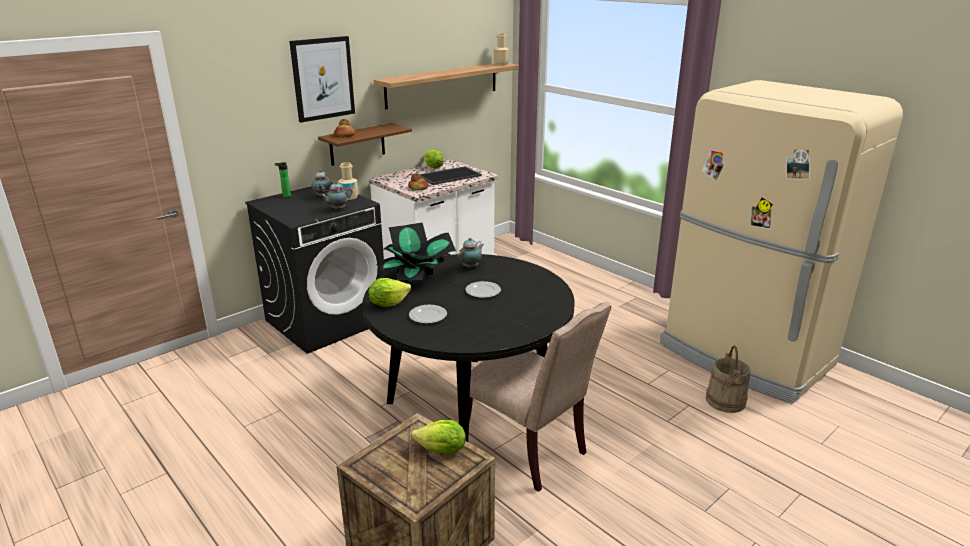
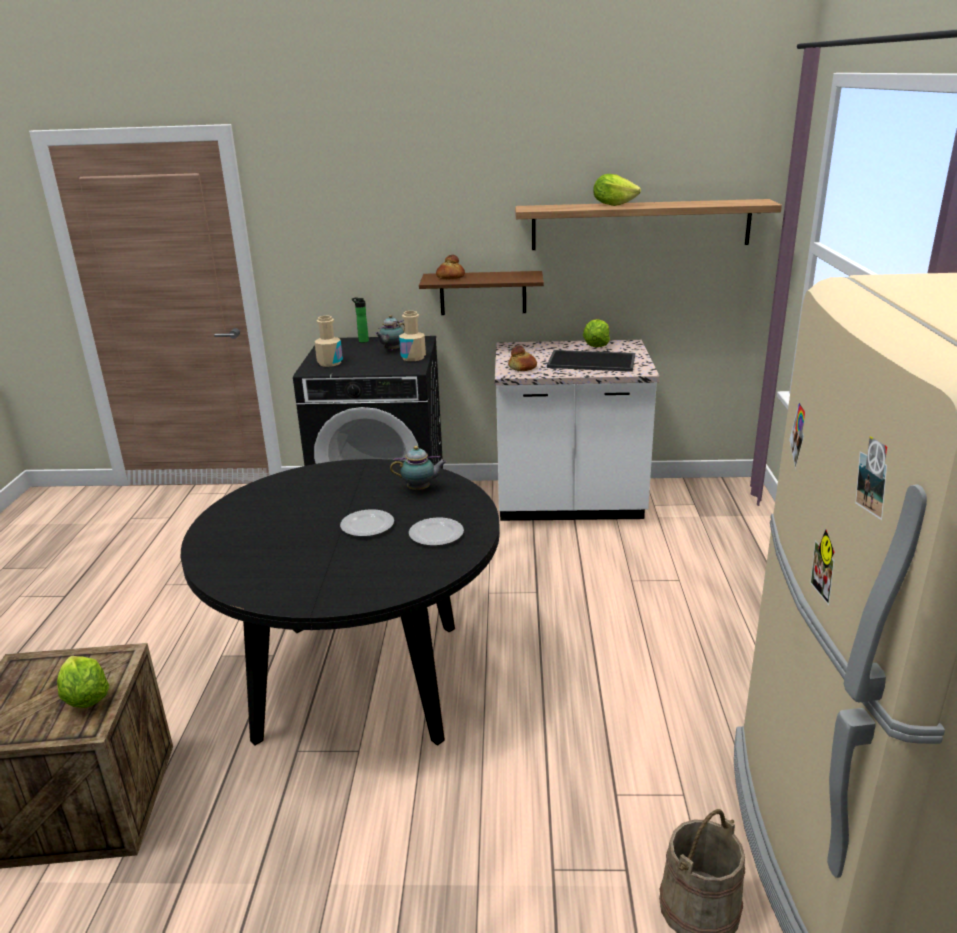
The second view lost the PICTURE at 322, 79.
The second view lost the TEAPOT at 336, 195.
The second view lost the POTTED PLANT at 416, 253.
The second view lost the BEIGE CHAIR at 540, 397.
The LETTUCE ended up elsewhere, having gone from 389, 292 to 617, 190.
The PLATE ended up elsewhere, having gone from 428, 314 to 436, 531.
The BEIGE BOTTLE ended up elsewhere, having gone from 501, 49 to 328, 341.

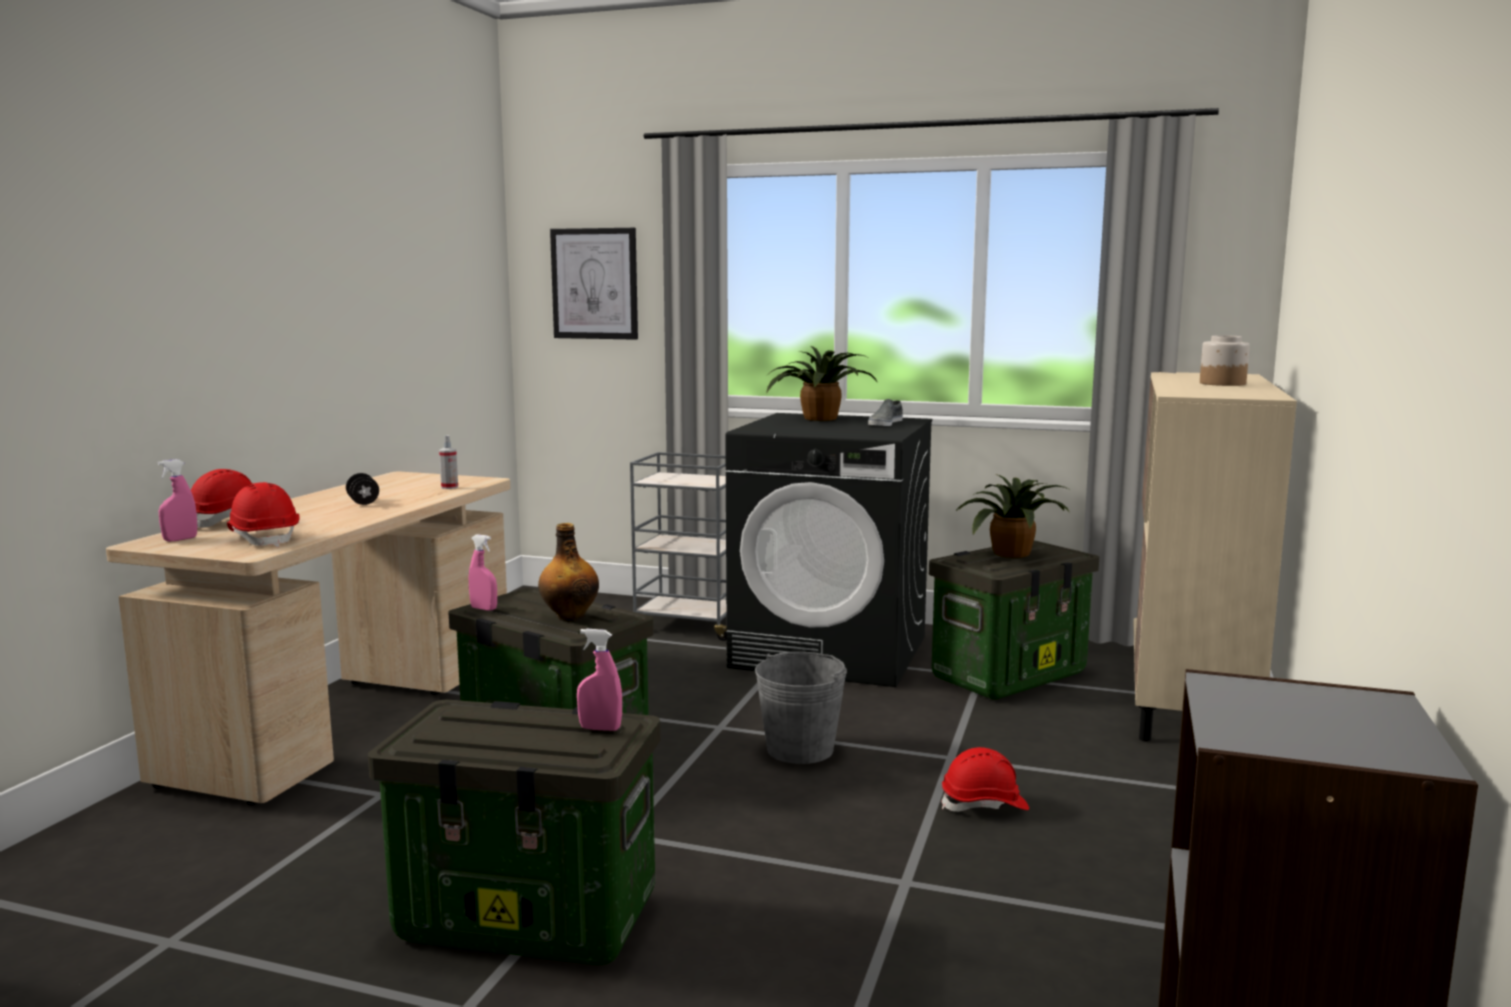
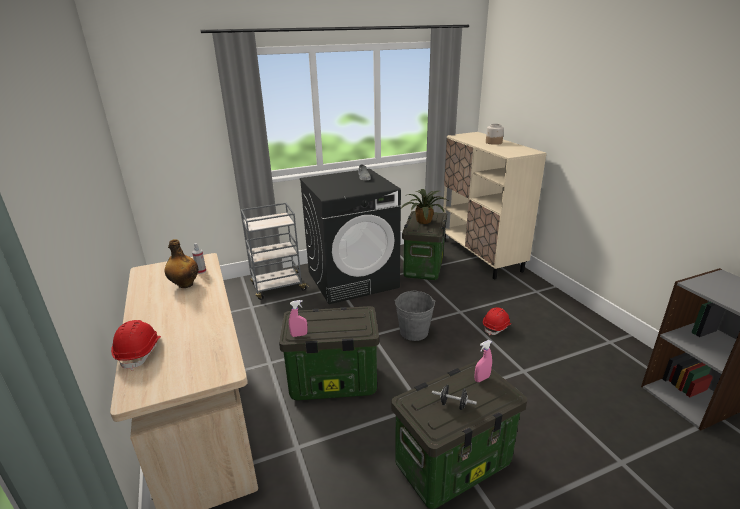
The second view lost the PINK SPRAY BOTTLE at 177, 500.
The second view lost the RED HARD HAT at 263, 514.
The second view lost the PICTURE at 594, 284.
The second view lost the POTTED PLANT at 822, 383.
The BLACK DUMBBELL ended up elsewhere, having gone from 362, 489 to 454, 397.
The BOTTLE ended up elsewhere, having gone from 568, 572 to 181, 263.

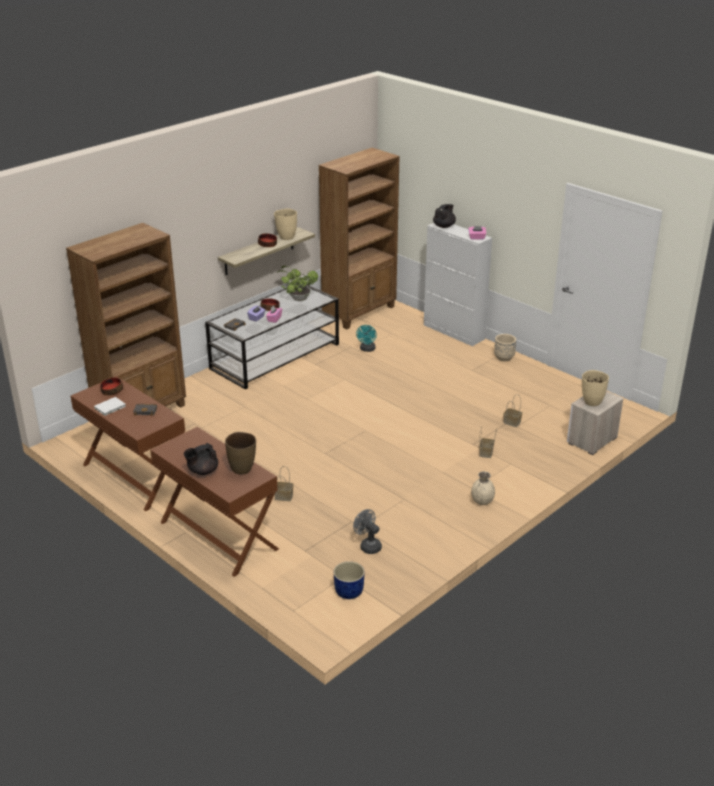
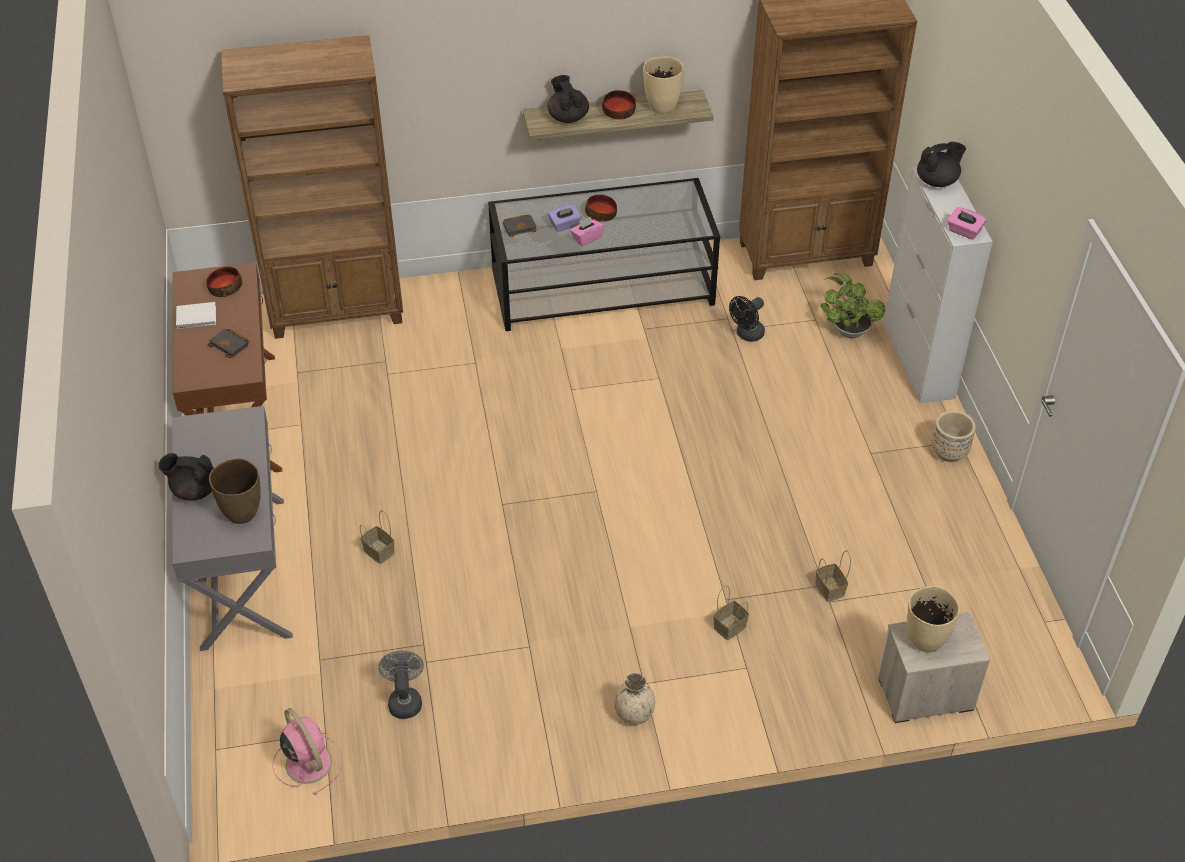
The second view gained the BLACK TEAPOT at 568, 99.
The POTTED PLANT ended up elsewhere, having gone from 297, 283 to 853, 305.
Where the BLUE PLANTER stood at 349, 580, the PINK FAN came to stand at 307, 751.
What was the BROWN CONSOLE TABLE at 214, 502 turned into the GREY CONSOLE TABLE at 232, 528.
What was the TURQUOISE FAN at 366, 338 turned into the BLACK FAN at 747, 319.

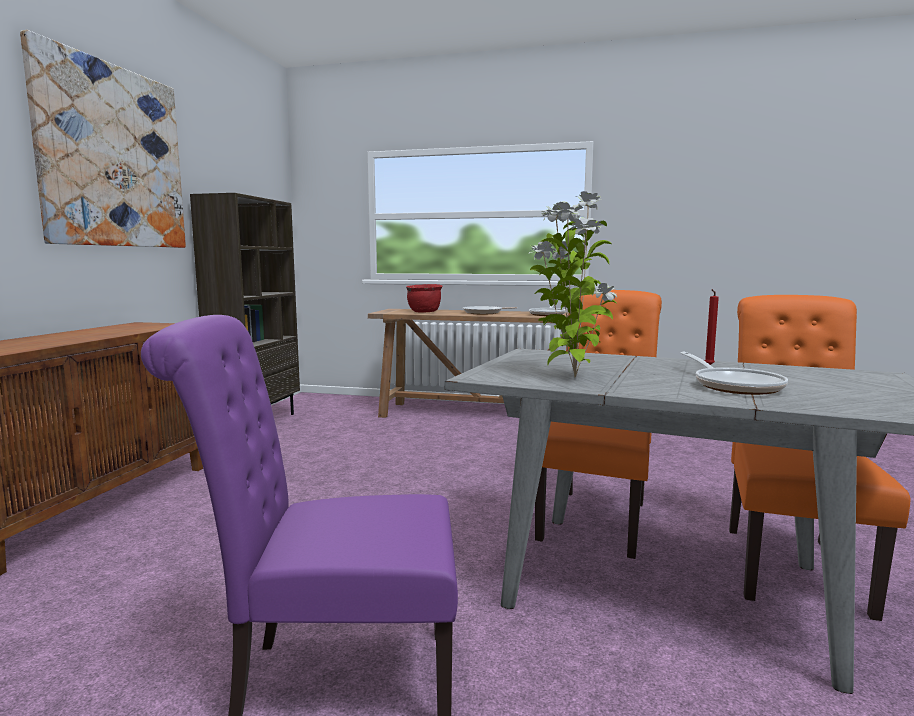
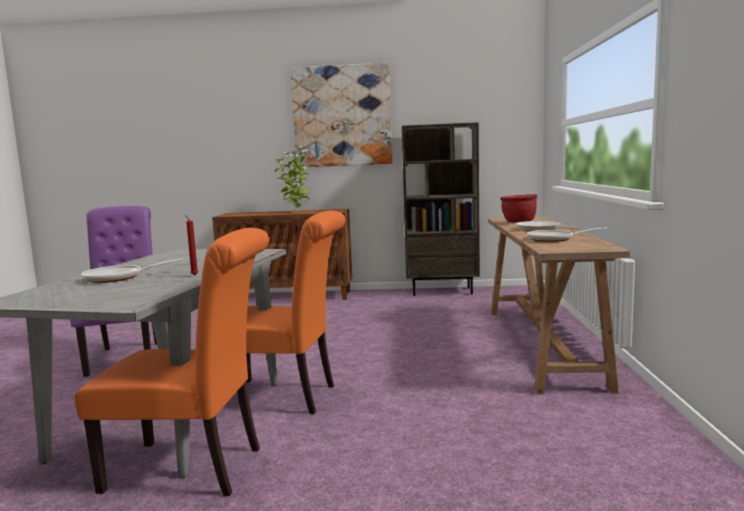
The POTTED PLANT ended up elsewhere, having gone from 572, 284 to 292, 179.

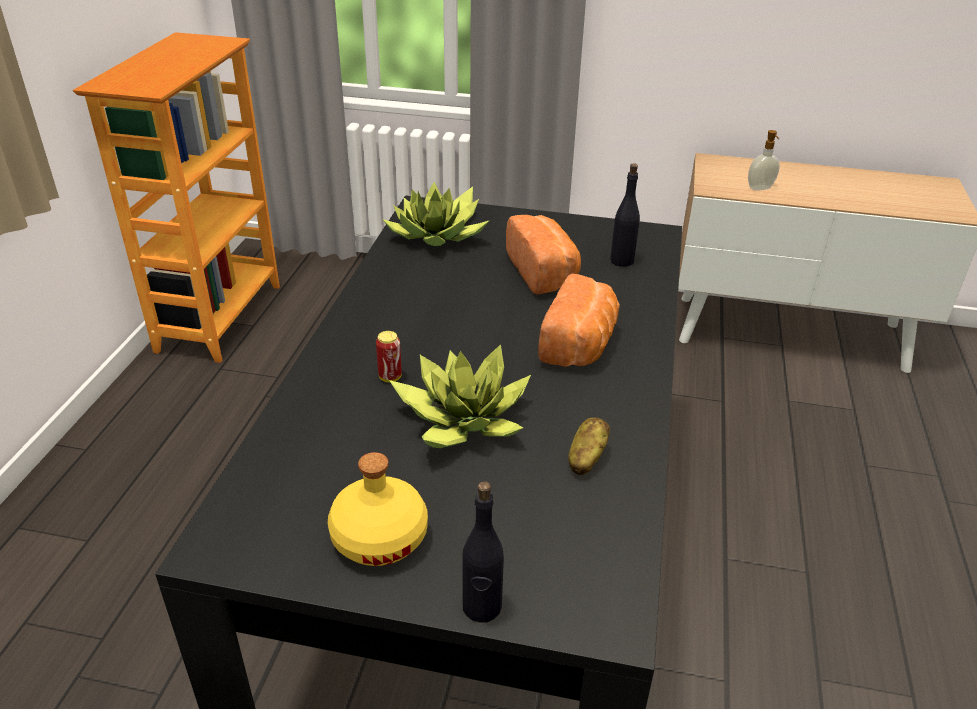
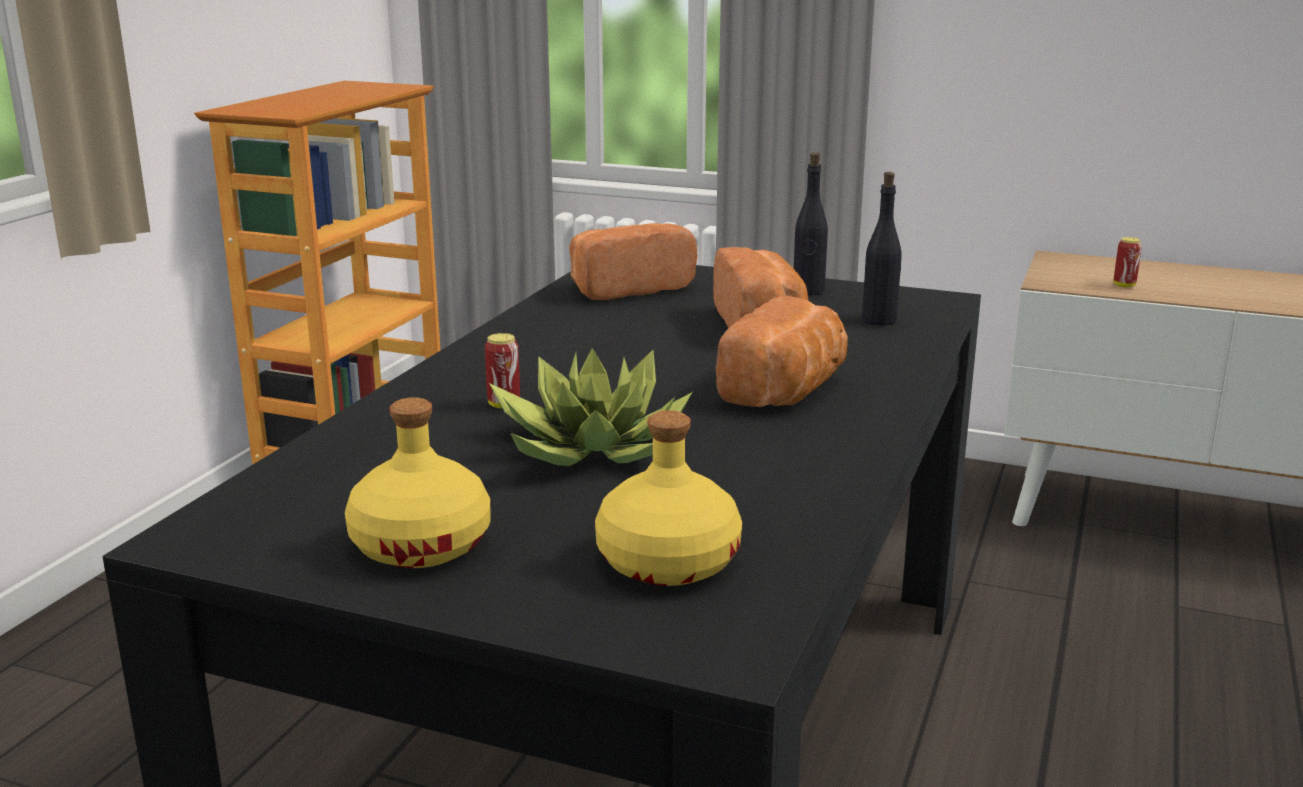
The second view lost the POTATO at 589, 446.
The second view gained the YELLOW BOTTLE at 668, 498.
The BLACK BOTTLE ended up elsewhere, having gone from 483, 552 to 811, 223.
Where the POTTED PLANT stood at 436, 214, the BREAD came to stand at 633, 261.
Where the SOAP DISPENSER stood at 764, 160, the CAN came to stand at 1128, 262.

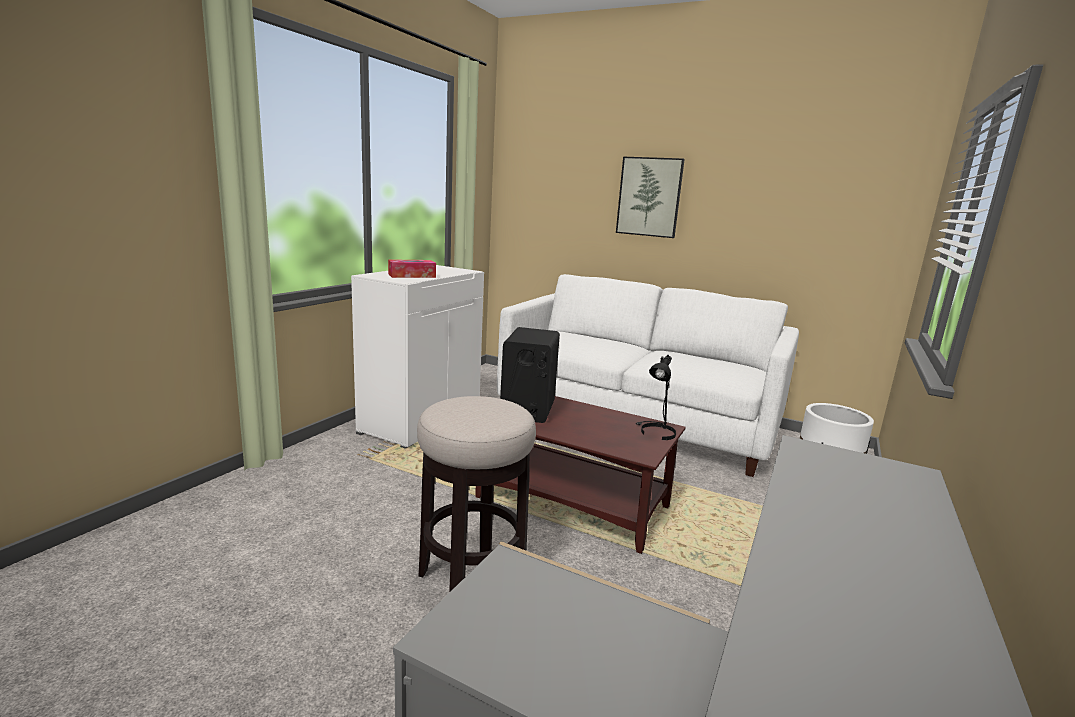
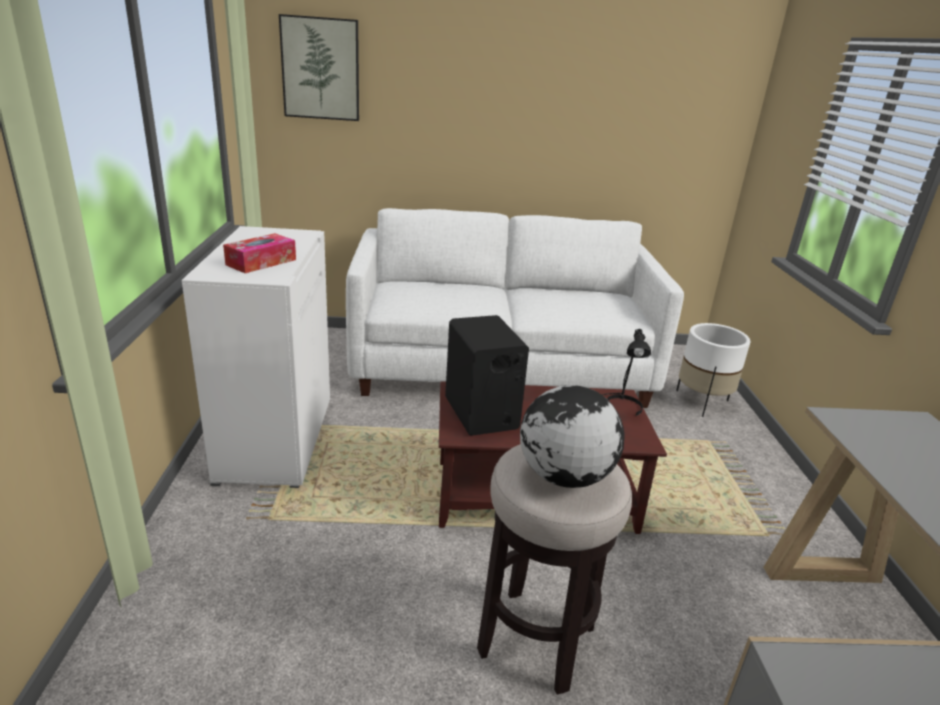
The second view gained the GLOBE at 572, 436.
The PICTURE ended up elsewhere, having gone from 650, 197 to 319, 67.

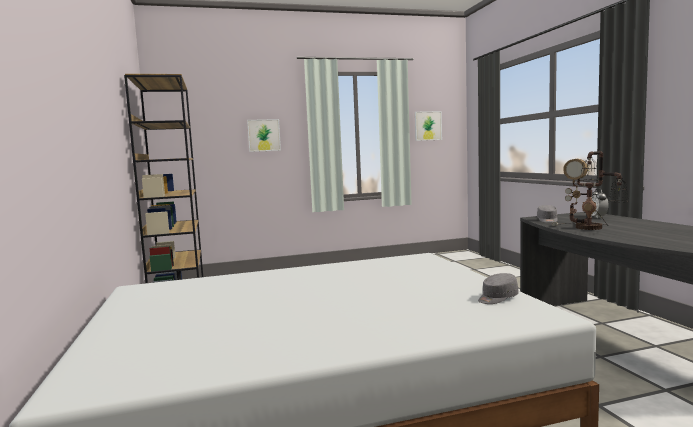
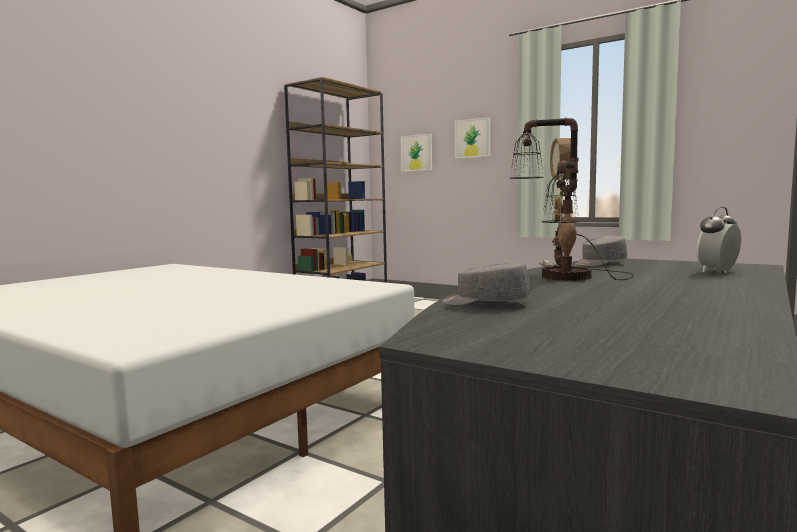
The PICTURE ended up elsewhere, having gone from 428, 126 to 416, 153.
The GREY CAP ended up elsewhere, having gone from 498, 288 to 487, 284.

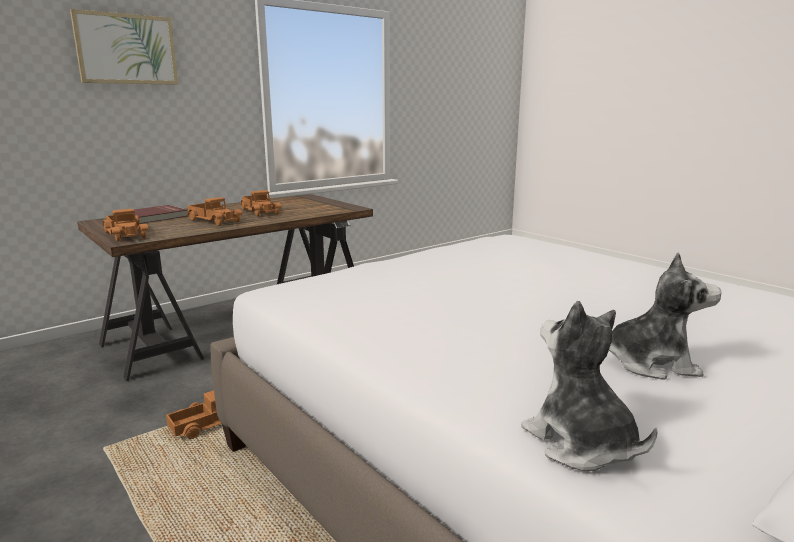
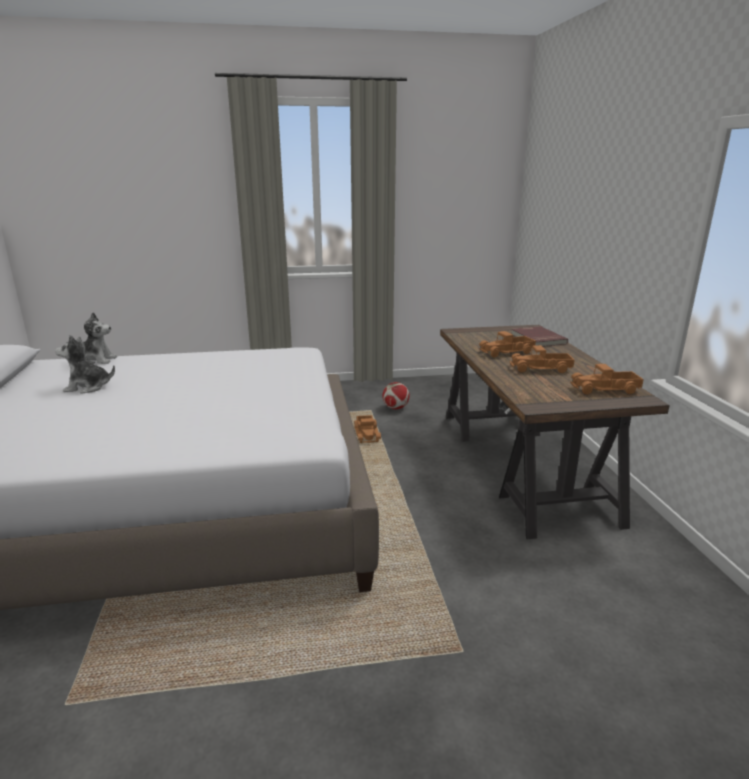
The second view lost the PICTURE at 124, 47.
The second view gained the FOOTBALL at 396, 395.
The TOY TRUCK ended up elsewhere, having gone from 126, 225 to 607, 379.
The PLUSH TOY at 659, 316 ended up facing another way, 45 degrees clockwise from before.

